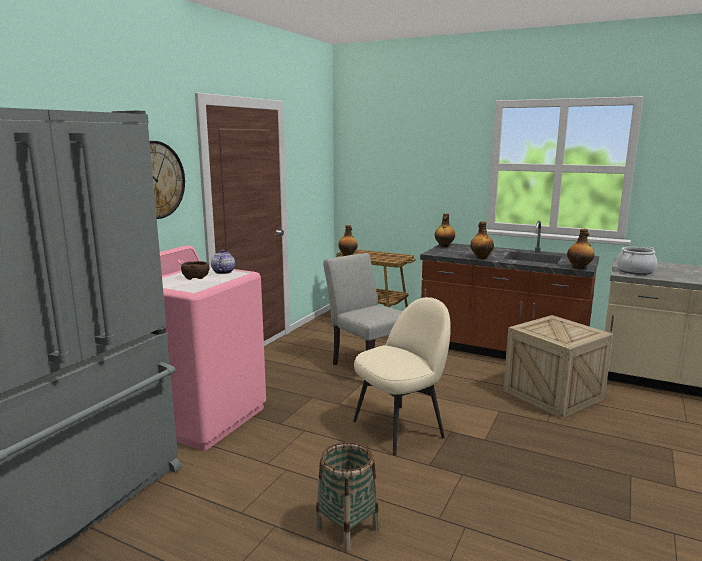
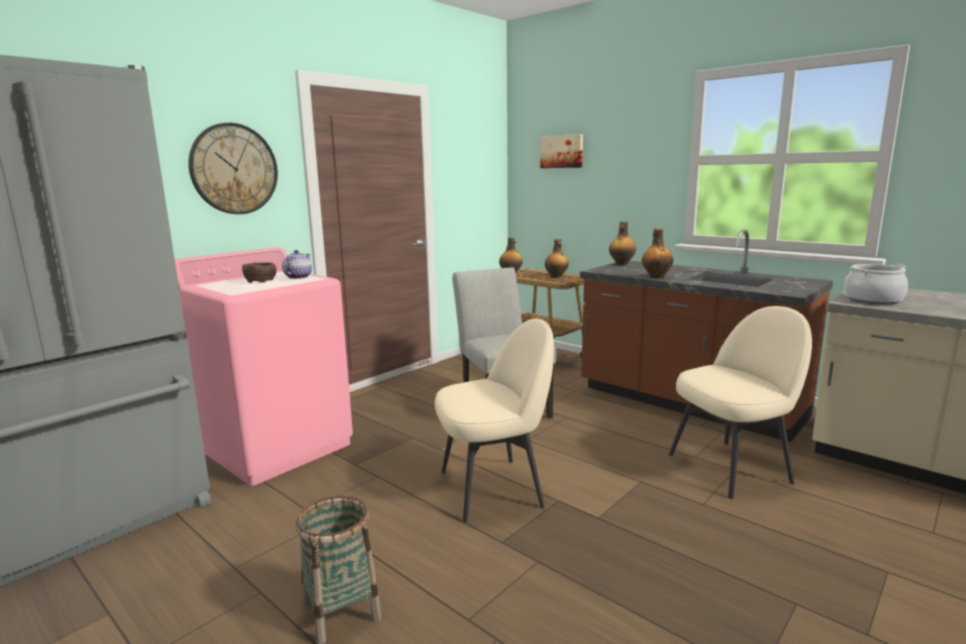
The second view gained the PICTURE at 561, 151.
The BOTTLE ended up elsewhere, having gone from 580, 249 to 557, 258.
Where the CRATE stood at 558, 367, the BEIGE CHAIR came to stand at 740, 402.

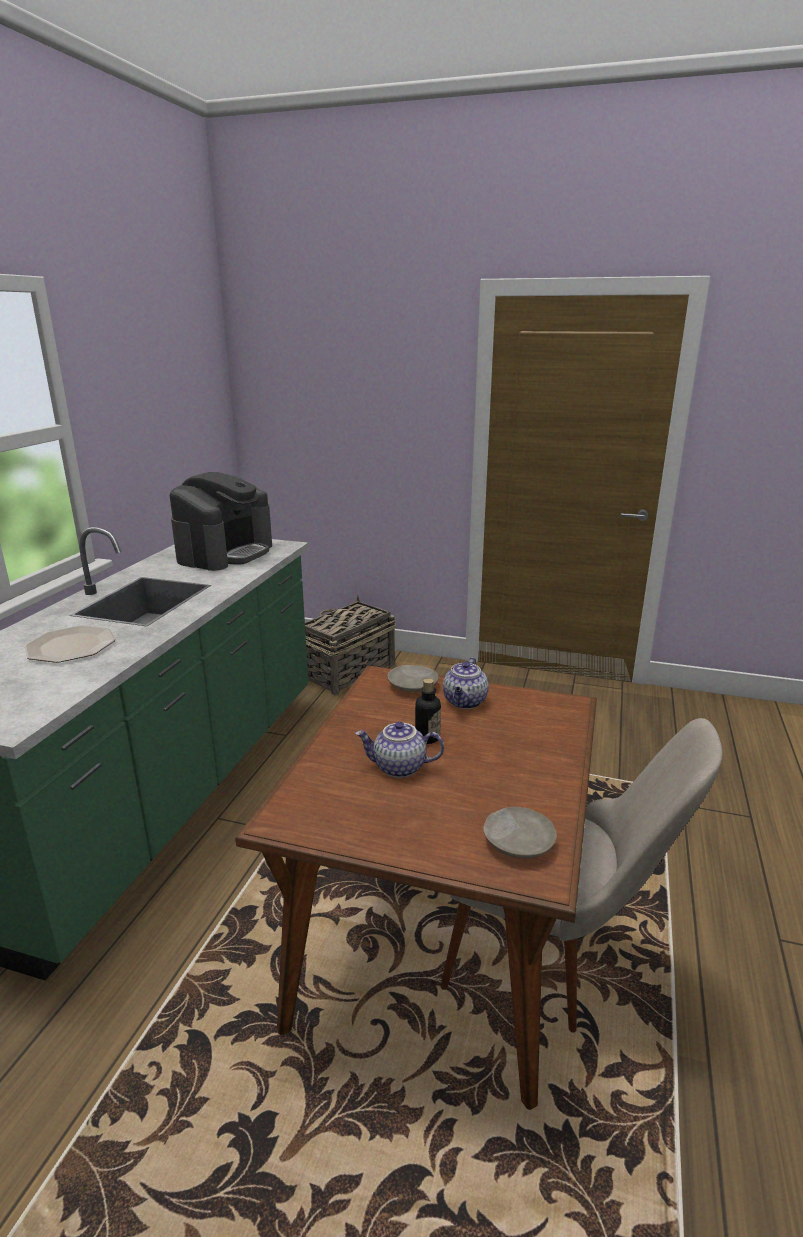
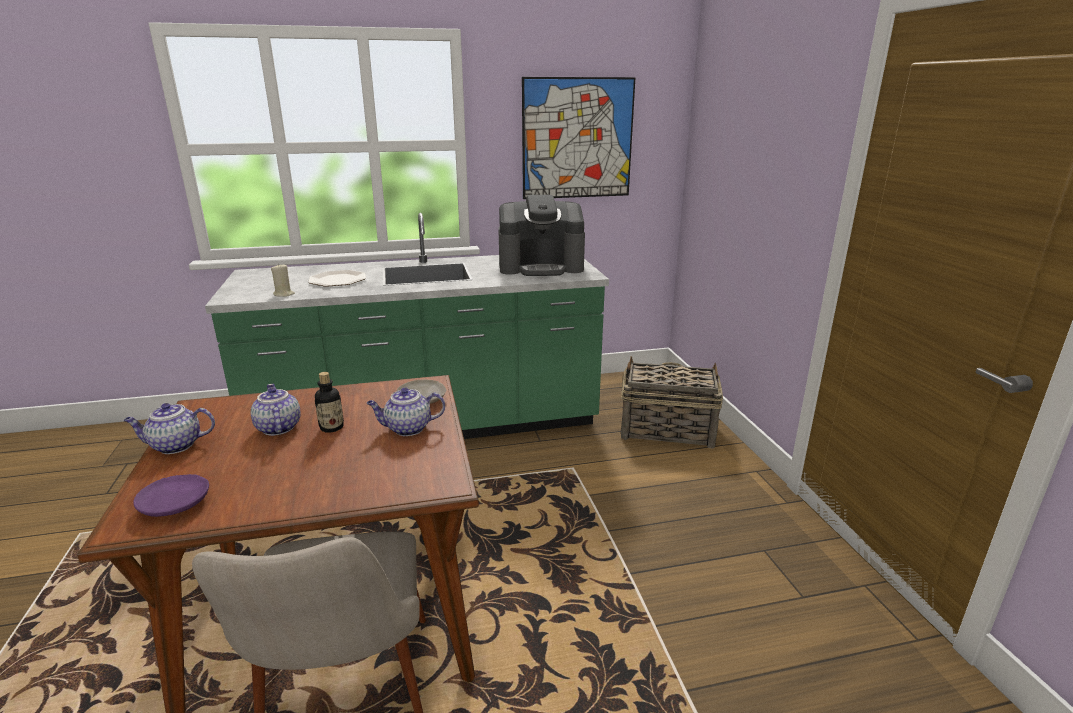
The second view gained the TEAPOT at 169, 428.
The second view gained the BEIGE CANDLE at 283, 280.
The second view gained the PICTURE at 579, 138.
What was the BEIGE PLATE at 520, 832 turned into the PURPLE PLATE at 171, 495.

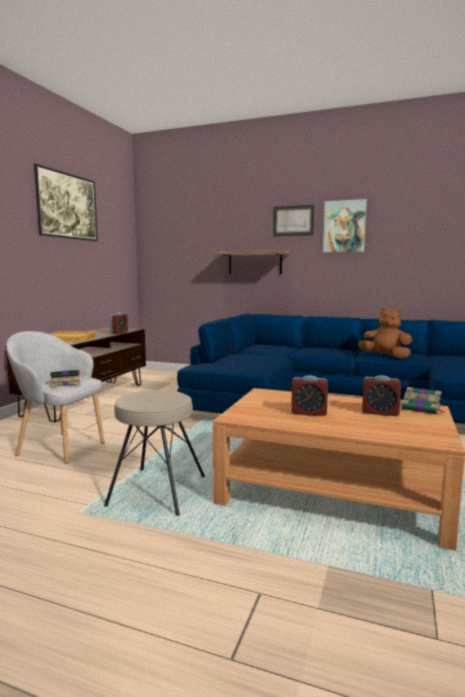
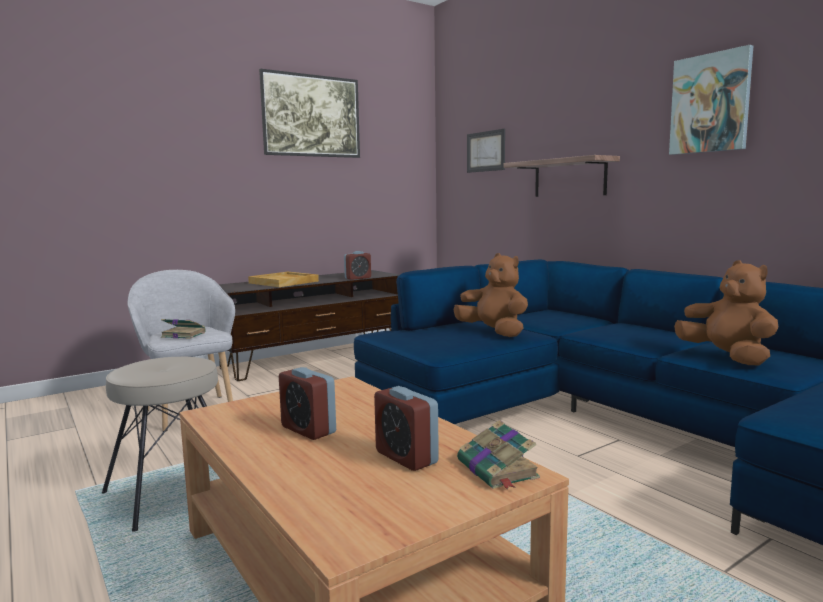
The second view gained the BROWN PLUSH TOY at 491, 295.
The PICTURE ended up elsewhere, having gone from 293, 220 to 486, 151.

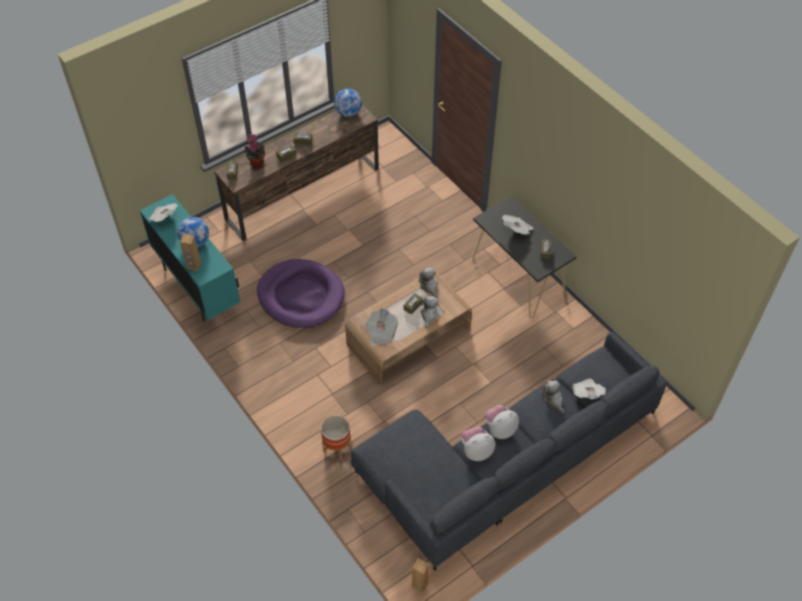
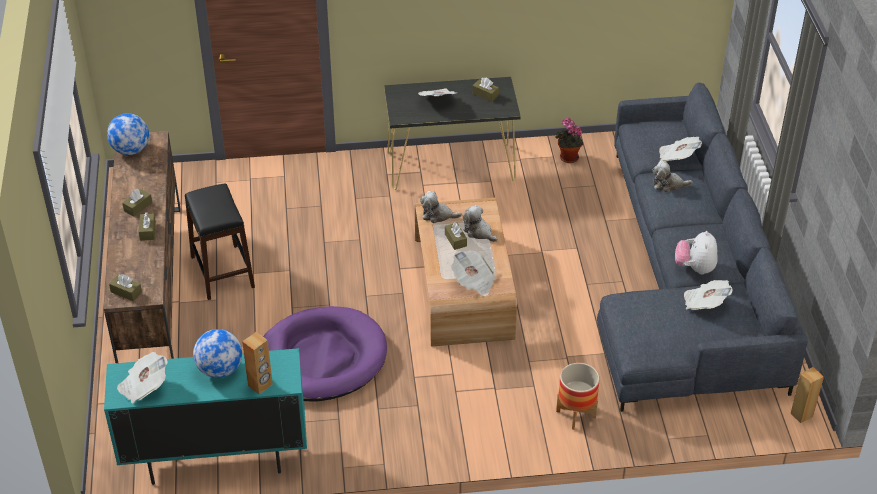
The second view lost the PLUSH TOY at 501, 422.
The second view gained the BLACK STOOL at 220, 242.
The second view gained the NEWSPAPER at 708, 295.
The POTTED PLANT ended up elsewhere, having gone from 254, 152 to 569, 140.

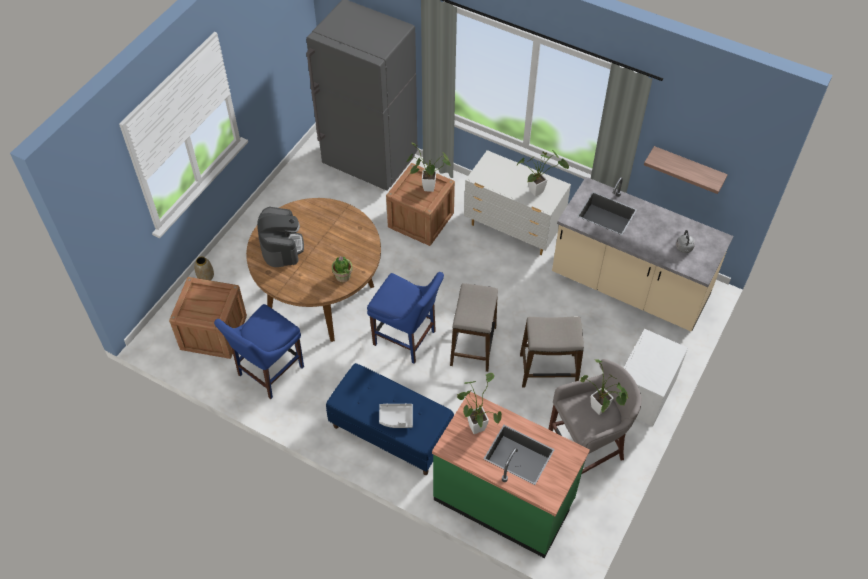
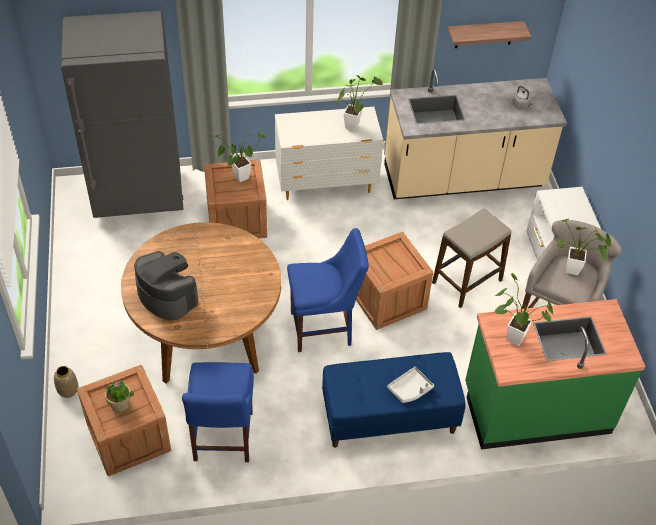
The POTTED PLANT ended up elsewhere, having gone from 342, 269 to 119, 396.
Where the STOOL stood at 474, 327, the CRATE came to stand at 394, 281.

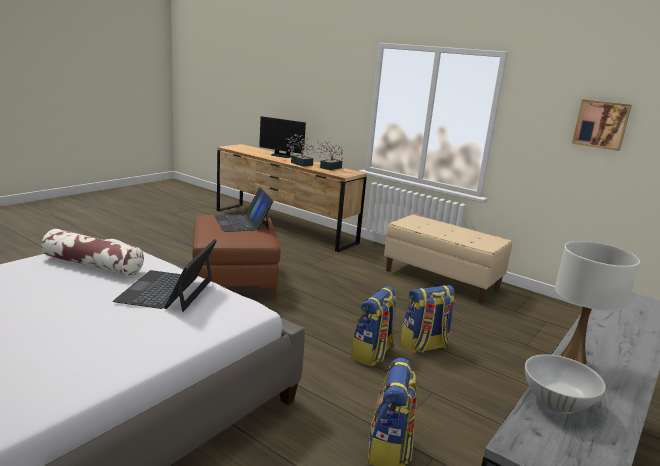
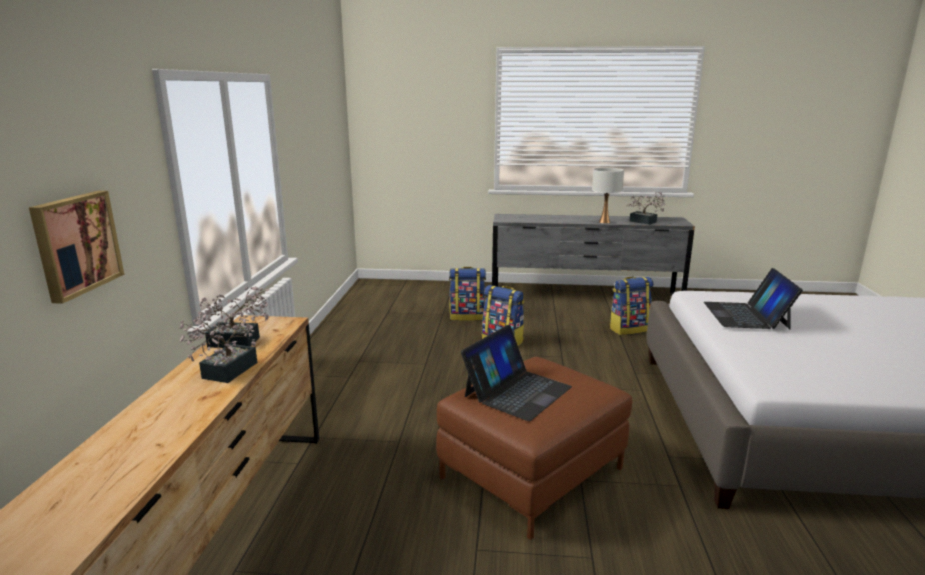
The second view lost the PILLOW at 92, 252.
The second view lost the MONITOR at 282, 137.
The second view lost the BEIGE BENCH at 448, 259.
The BACKPACK ended up elsewhere, having gone from 374, 326 to 467, 294.
The PICTURE ended up elsewhere, having gone from 602, 125 to 76, 247.
Where the WHITE BOWL stood at 565, 384, the POTTED PLANT came to stand at 646, 208.
The LAPTOP at 165, 275 ended up facing another way, 120 degrees clockwise from before.

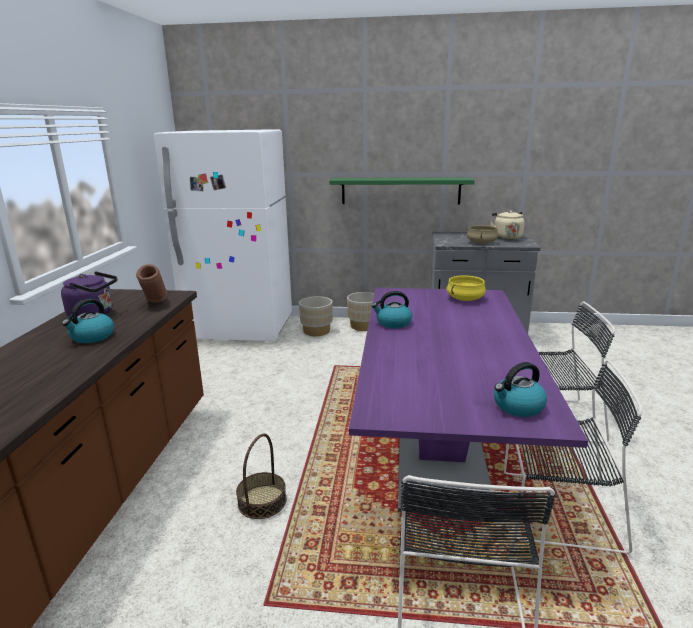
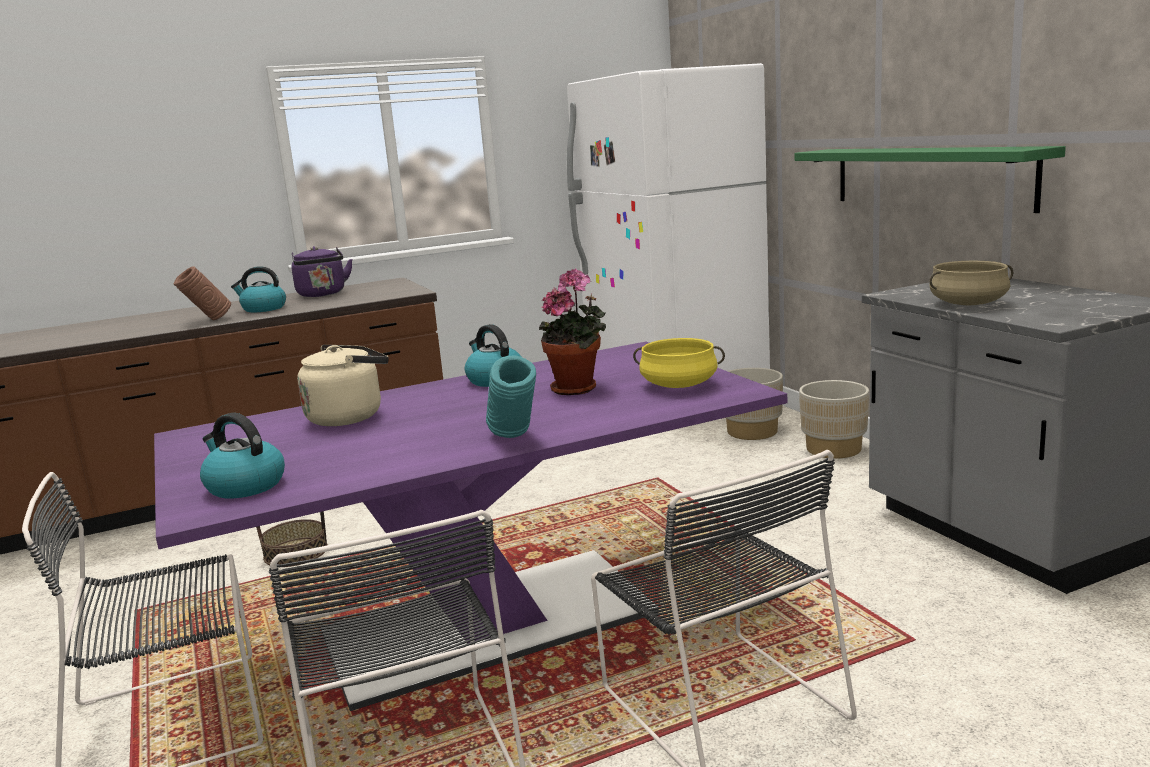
The second view gained the TURQUOISE VASE at 511, 396.
The second view gained the POTTED PLANT at 572, 331.
The BROWN VASE ended up elsewhere, having gone from 151, 283 to 202, 293.
The BEIGE KETTLE ended up elsewhere, having gone from 507, 225 to 342, 385.

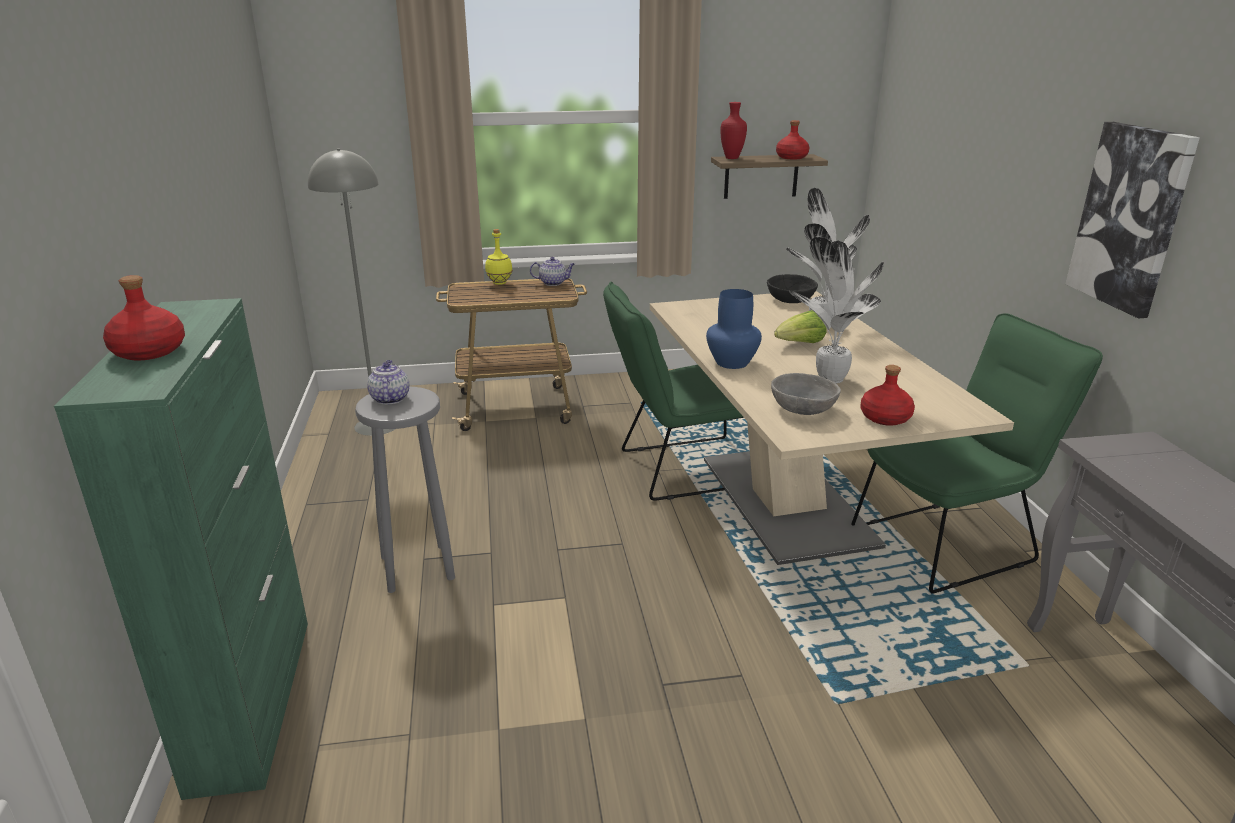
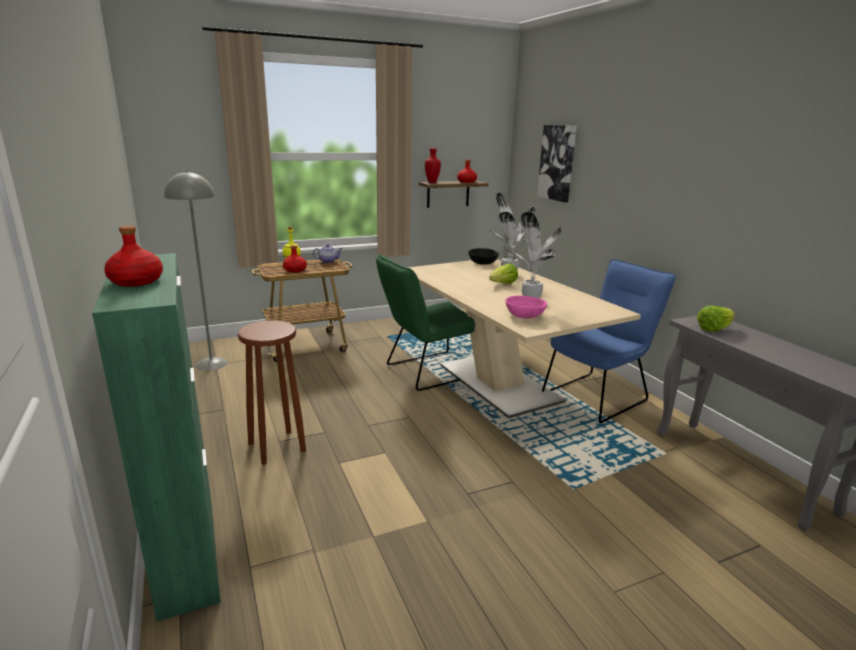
The second view lost the TEAPOT at 388, 382.
The second view lost the BLUE VASE at 734, 329.
The second view gained the LETTUCE at 716, 318.
The RED BOTTLE ended up elsewhere, having gone from 887, 395 to 295, 258.
The PICTURE ended up elsewhere, having gone from 1133, 220 to 557, 163.
What was the GREY STOOL at 405, 490 turned into the BROWN STOOL at 272, 392.
What was the GREY BOWL at 806, 394 turned into the PINK BOWL at 526, 307.
What was the GREEN CHAIR at 977, 453 turned into the BLUE CHAIR at 609, 341.

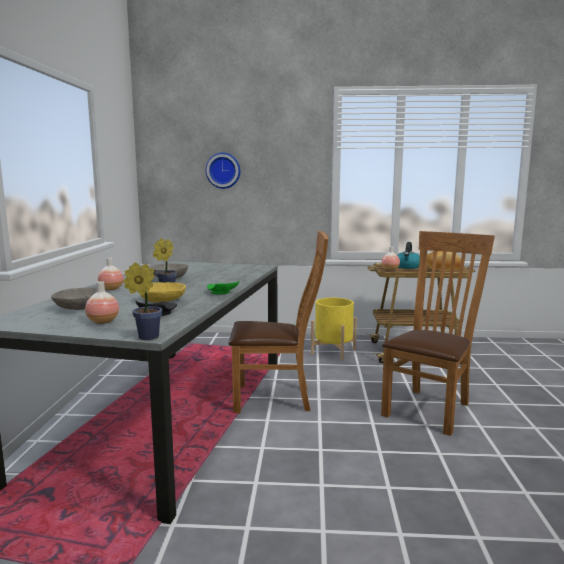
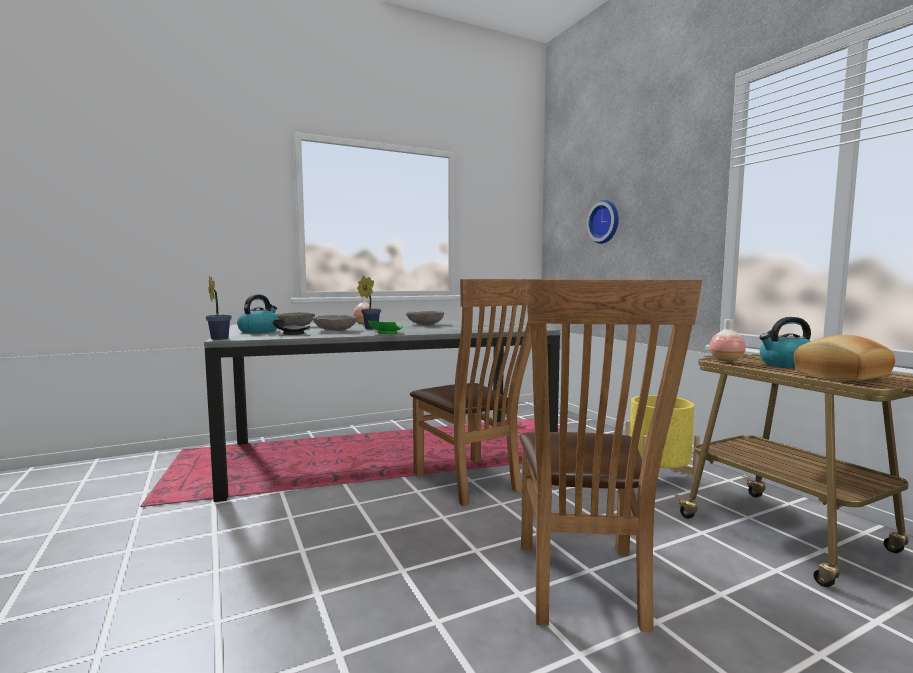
Where the VASE stood at 102, 302, the KETTLE came to stand at 258, 313.
What was the YELLOW BOWL at 163, 292 turned into the GREY BOWL at 335, 323.
The BROWN CHAIR at 438, 333 ended up facing another way, 90 degrees clockwise from before.

